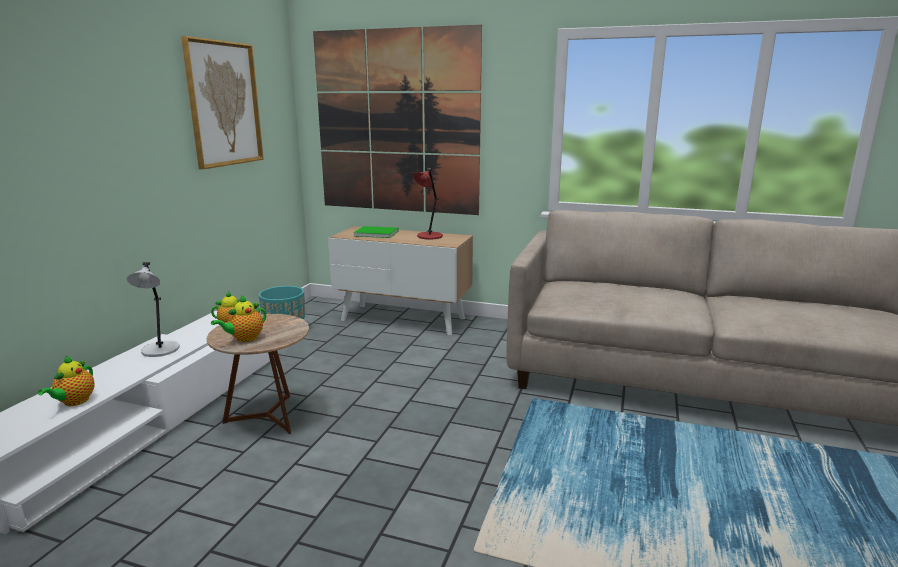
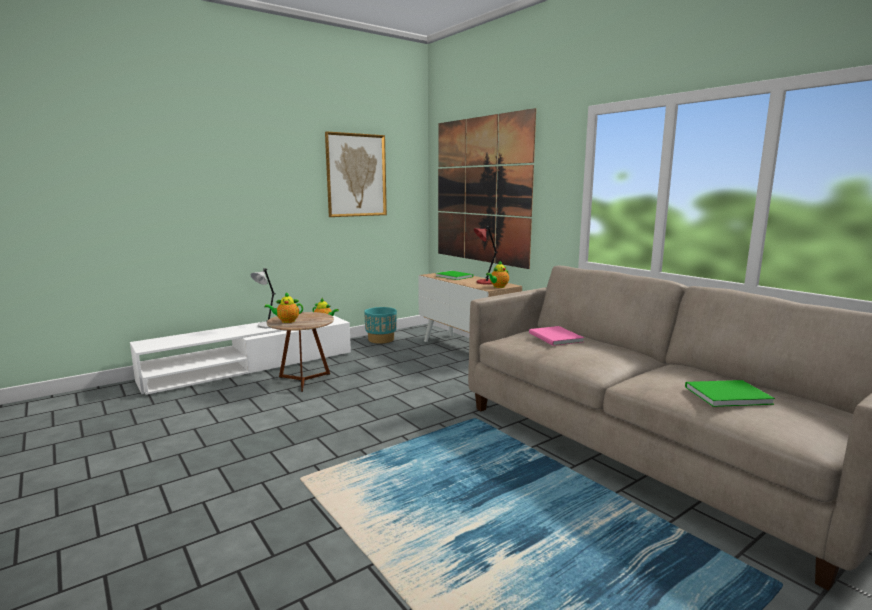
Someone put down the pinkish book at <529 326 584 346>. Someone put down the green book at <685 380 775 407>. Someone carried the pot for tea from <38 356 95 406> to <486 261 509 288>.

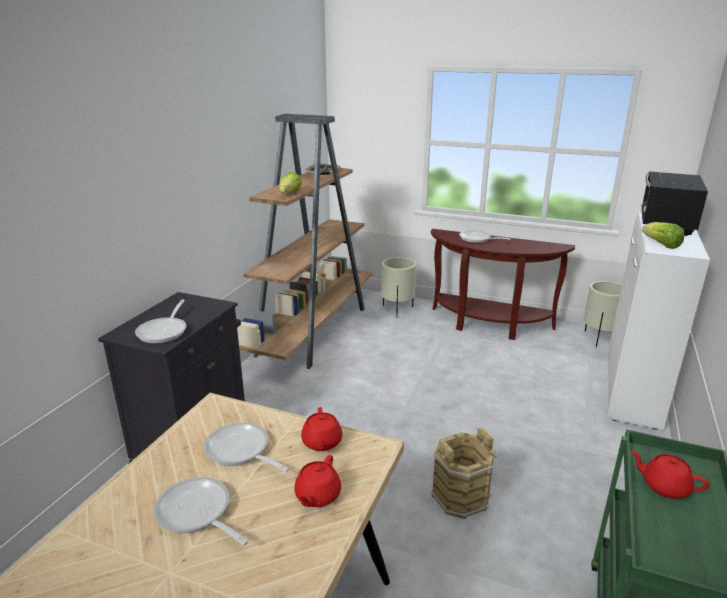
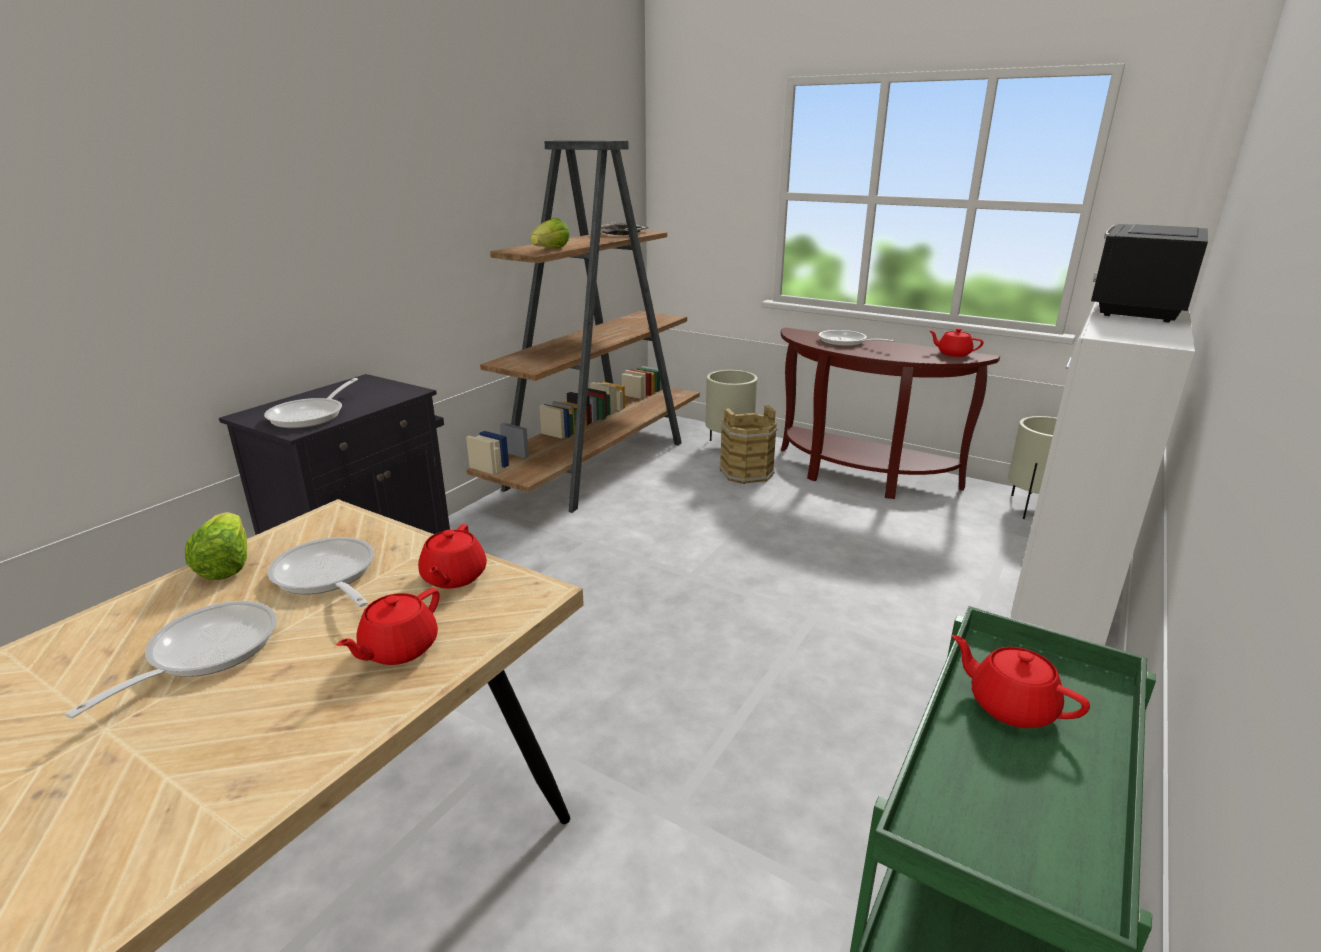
Someone put down the red pot for tea at <929 328 983 357>. Someone carried the brownish water bucket from <431 427 496 519> to <719 405 778 484>. Someone carried the lettuce head from <642 222 684 249> to <185 512 247 580>. Someone rotated the frying pan at <154 477 249 546> by 60 degrees clockwise.

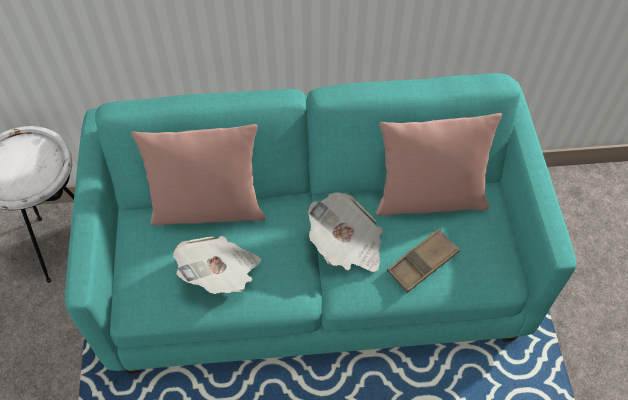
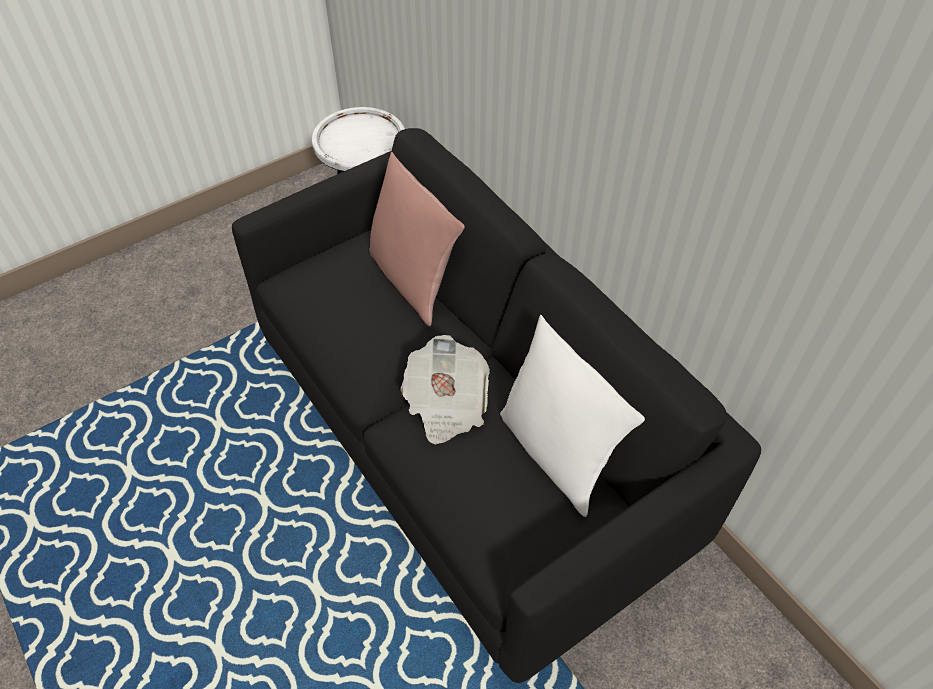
Someone took away the printed paper at <173 236 261 294>. Someone took away the brownish tray at <387 229 460 293>. Someone repainted the turquoise-coloured couch at <65 73 576 374>, which became the black couch at <232 128 761 683>. Someone repainted the pinkish cushion at <376 113 502 216>, which became the white cushion at <500 315 645 517>.

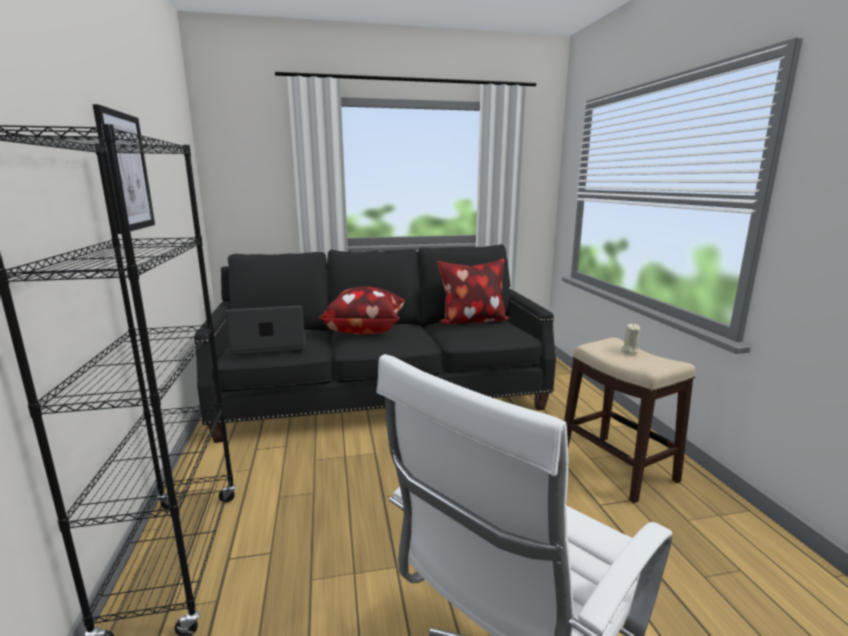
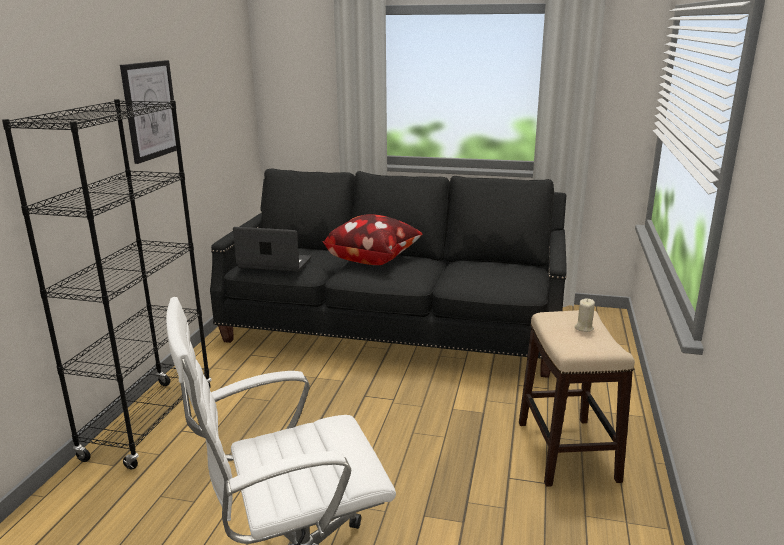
Someone took away the cushion at <437 259 510 324>.

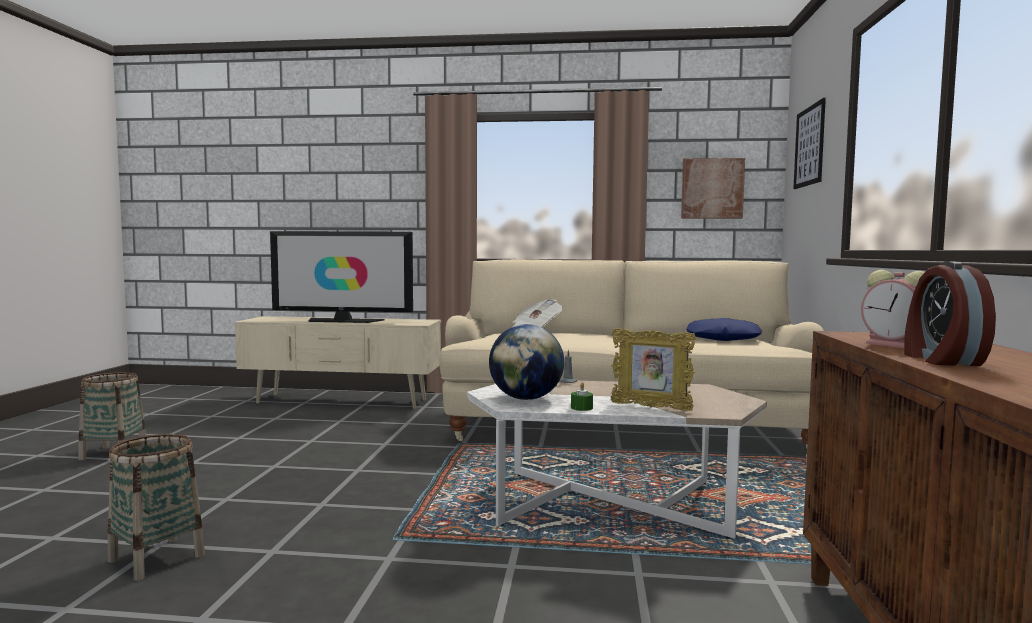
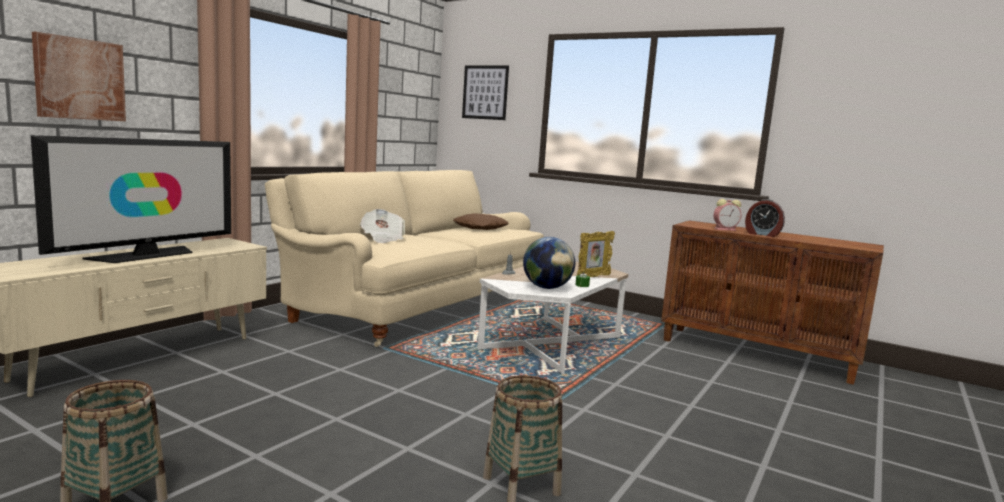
Someone carried the picture from <681 158 745 219> to <32 32 126 121>. Someone repainted the blue-coloured cushion at <686 318 762 341>, which became the brownish cushion at <453 213 508 230>.

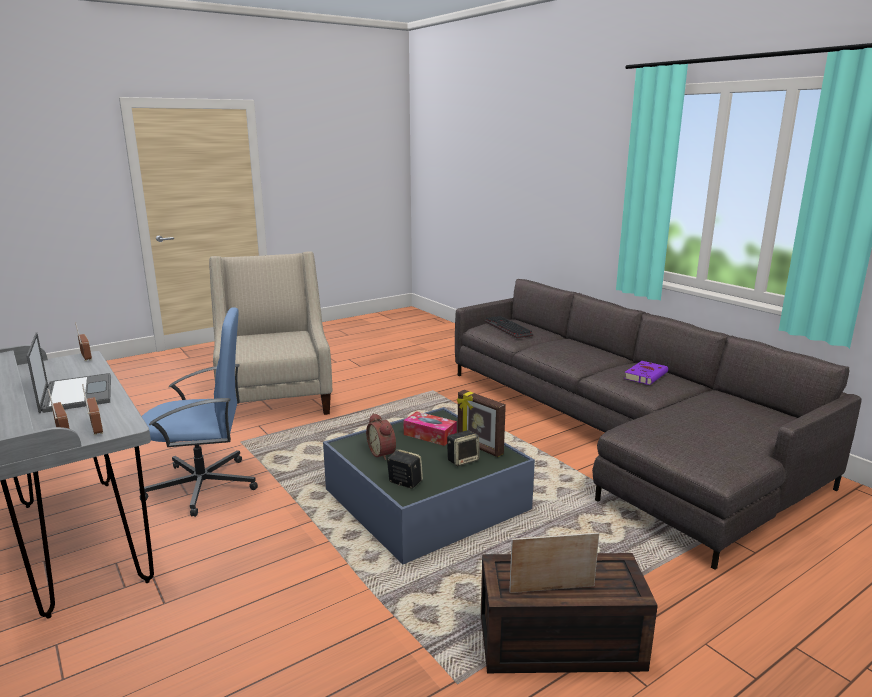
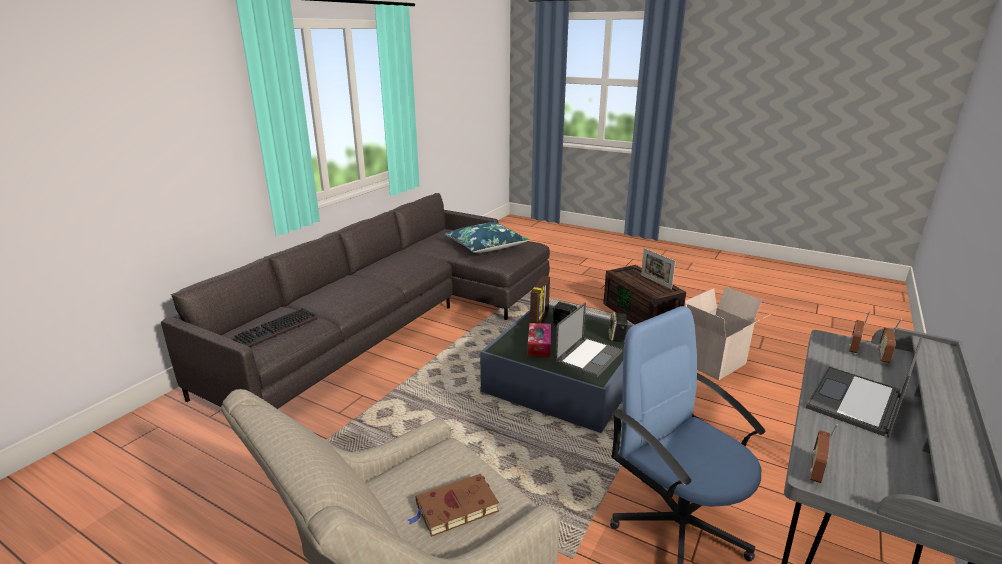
Someone took away the purple book at <624 361 668 385>. Someone put down the brownish book at <408 474 499 537>. Someone put down the blue-coloured cushion at <445 222 529 253>. Someone put down the cardboard box at <685 287 771 380>. Someone swapped the alarm clock at <366 413 396 460> for the notebook computer at <555 302 623 378>.

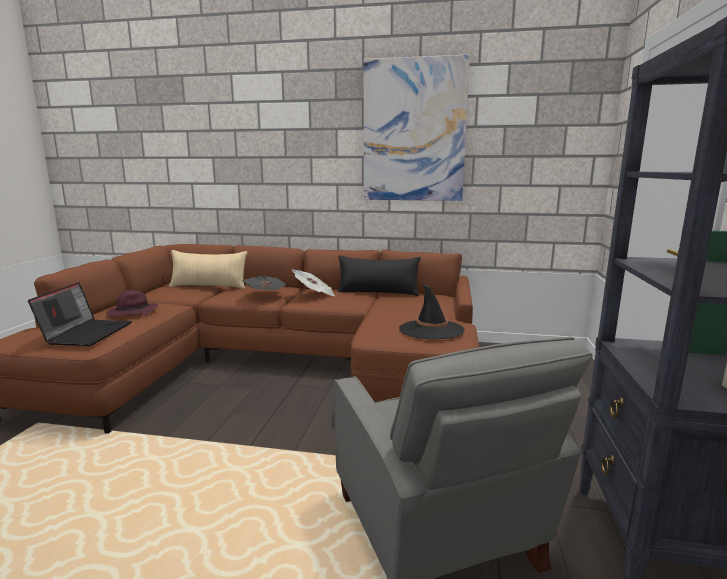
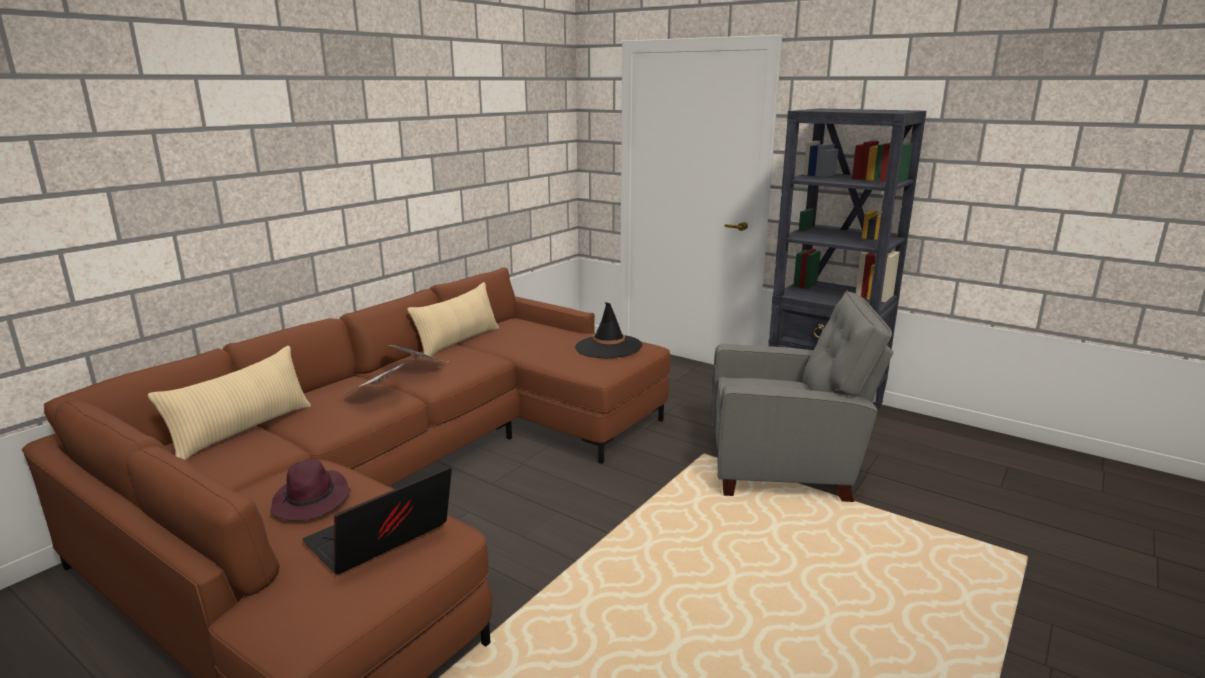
Someone took away the picture at <364 54 470 201>. Someone repainted the black cushion at <337 255 421 296>, which became the sand-coloured cushion at <407 282 499 358>. Someone rotated the notebook computer at <28 282 132 346> by 75 degrees counterclockwise.

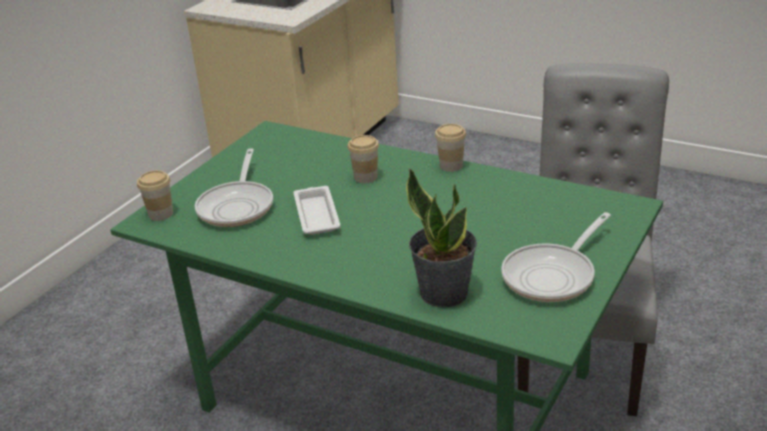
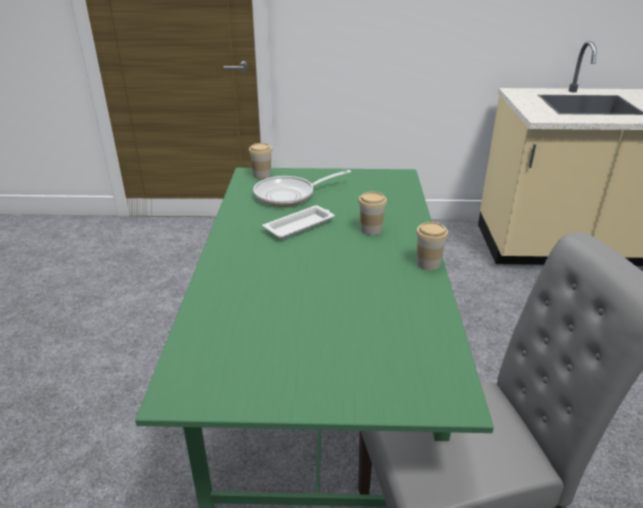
Someone took away the potted plant at <406 168 477 308>. Someone took away the frying pan at <501 212 611 302>.

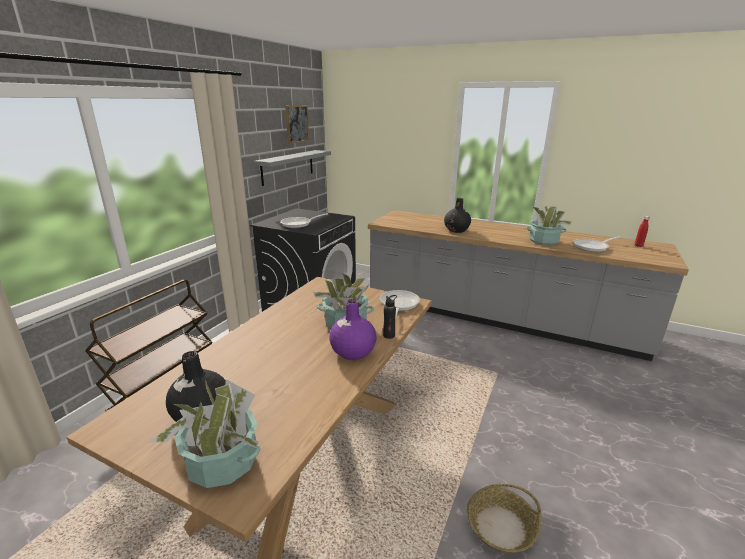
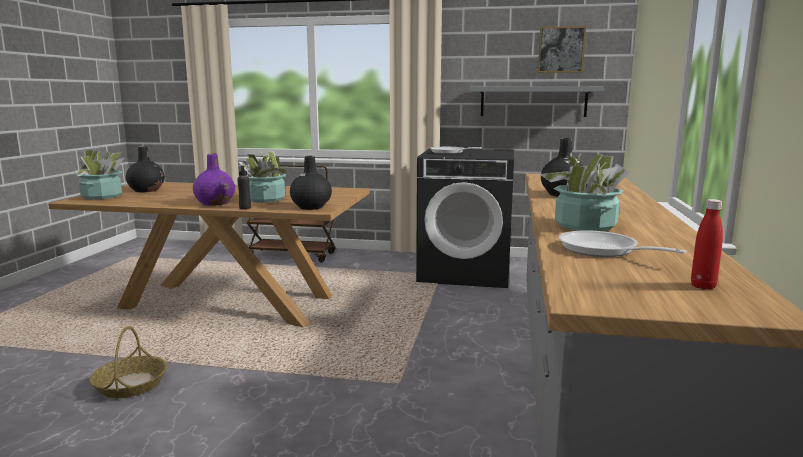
Someone swapped the frying pan at <380 290 420 319> for the black flower vase at <290 156 332 210>.

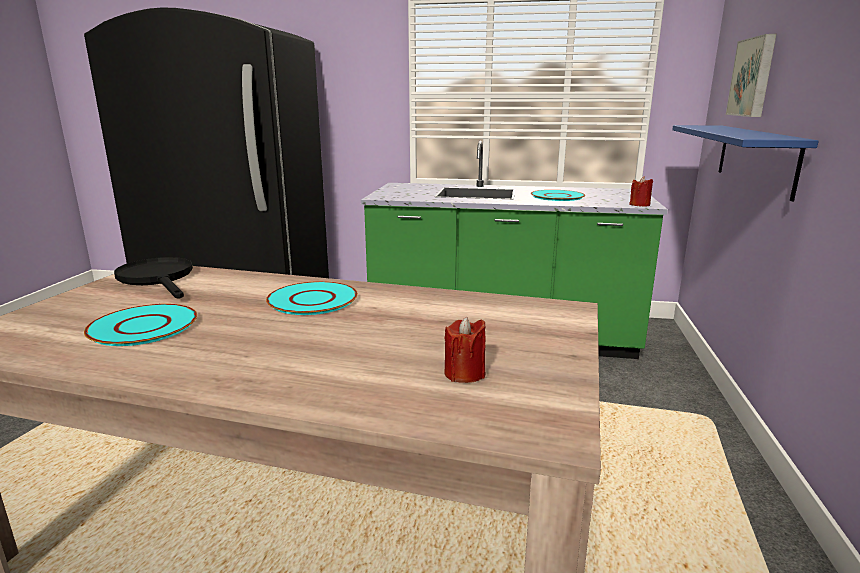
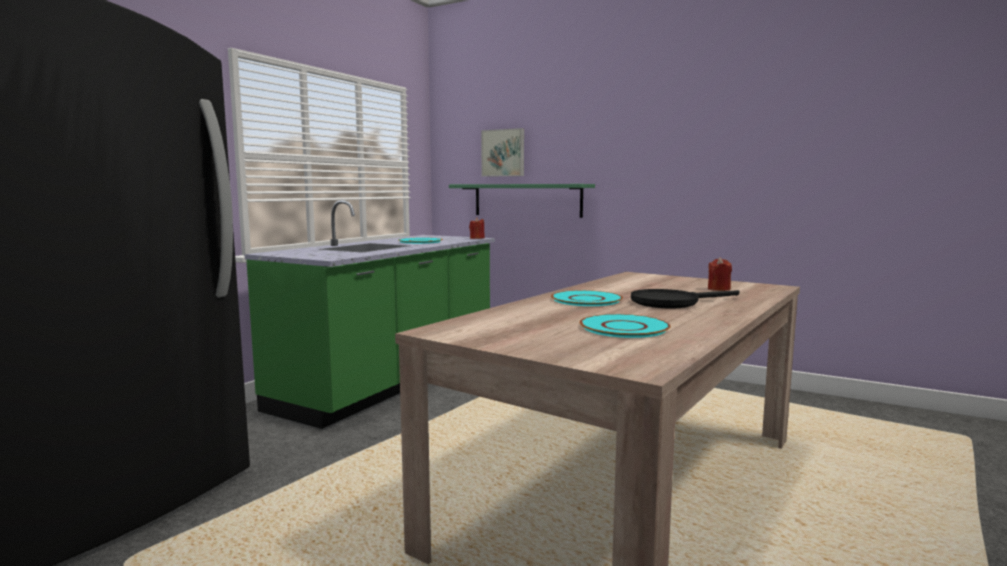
Someone carried the black frying pan from <114 257 193 299> to <631 289 739 309>. Someone repainted the blue-coloured wall shelf at <672 125 819 201>, which became the green wall shelf at <449 184 595 218>.

